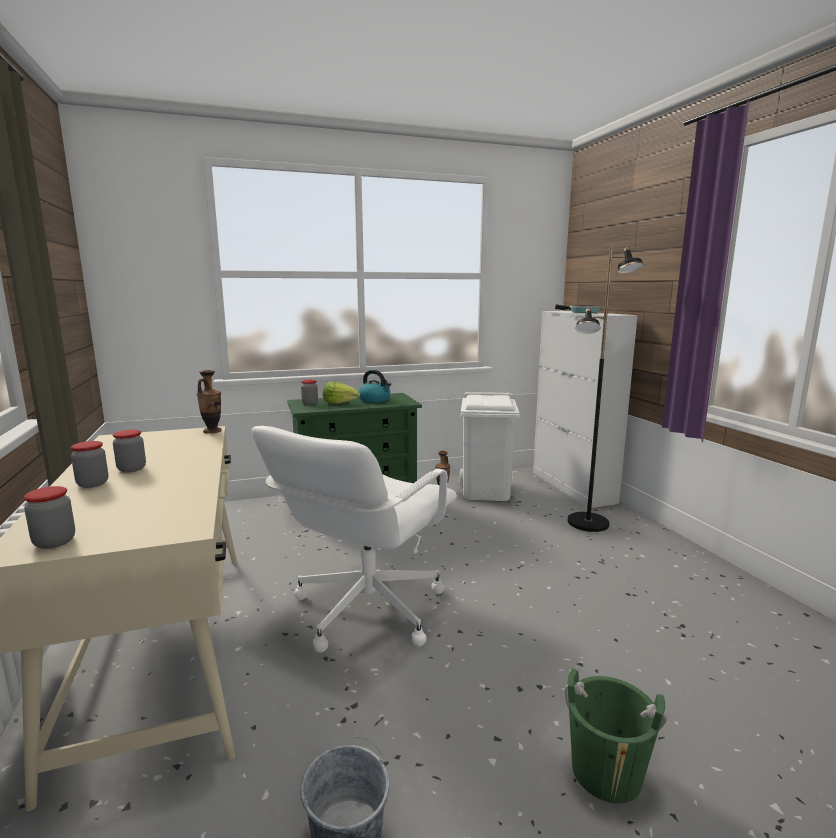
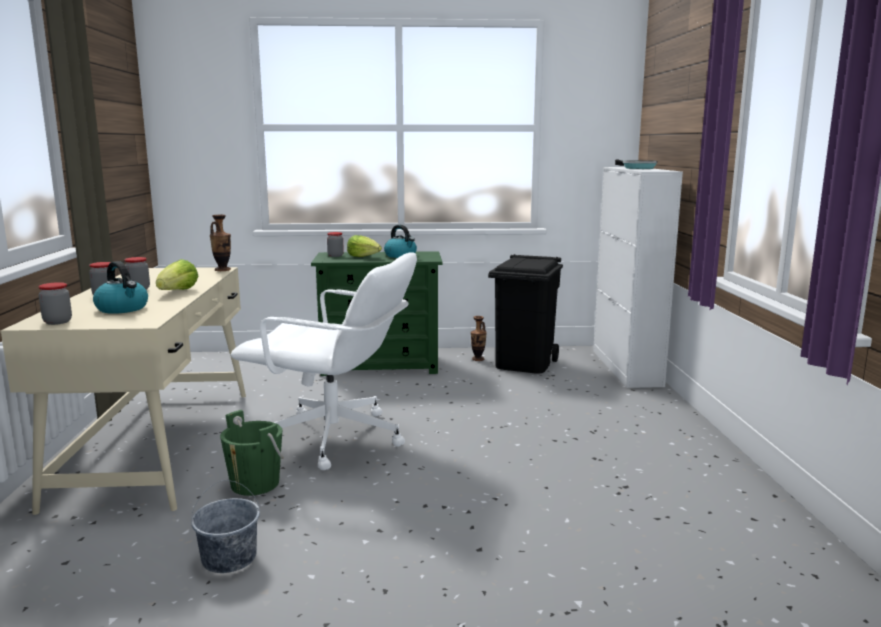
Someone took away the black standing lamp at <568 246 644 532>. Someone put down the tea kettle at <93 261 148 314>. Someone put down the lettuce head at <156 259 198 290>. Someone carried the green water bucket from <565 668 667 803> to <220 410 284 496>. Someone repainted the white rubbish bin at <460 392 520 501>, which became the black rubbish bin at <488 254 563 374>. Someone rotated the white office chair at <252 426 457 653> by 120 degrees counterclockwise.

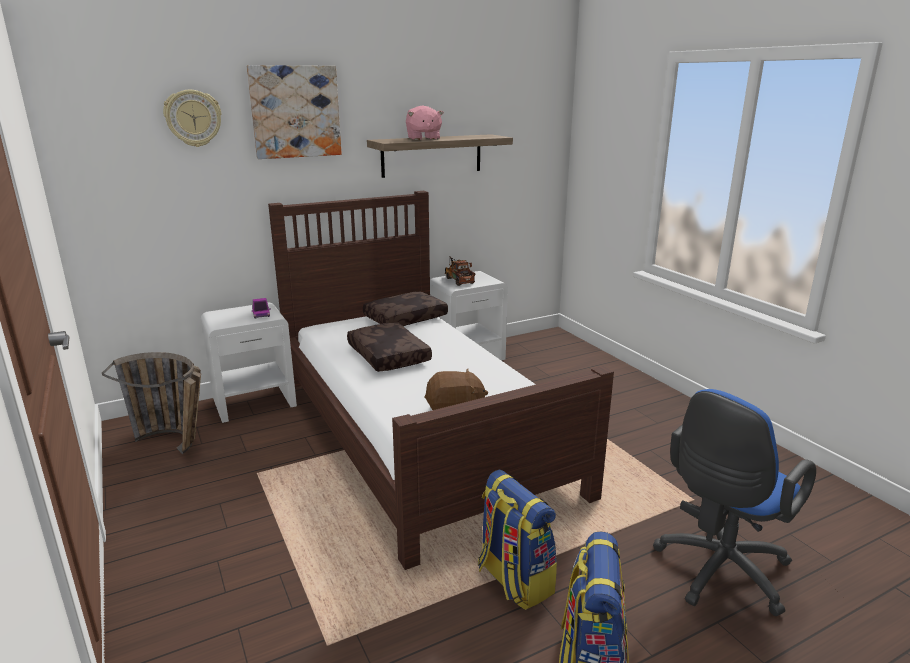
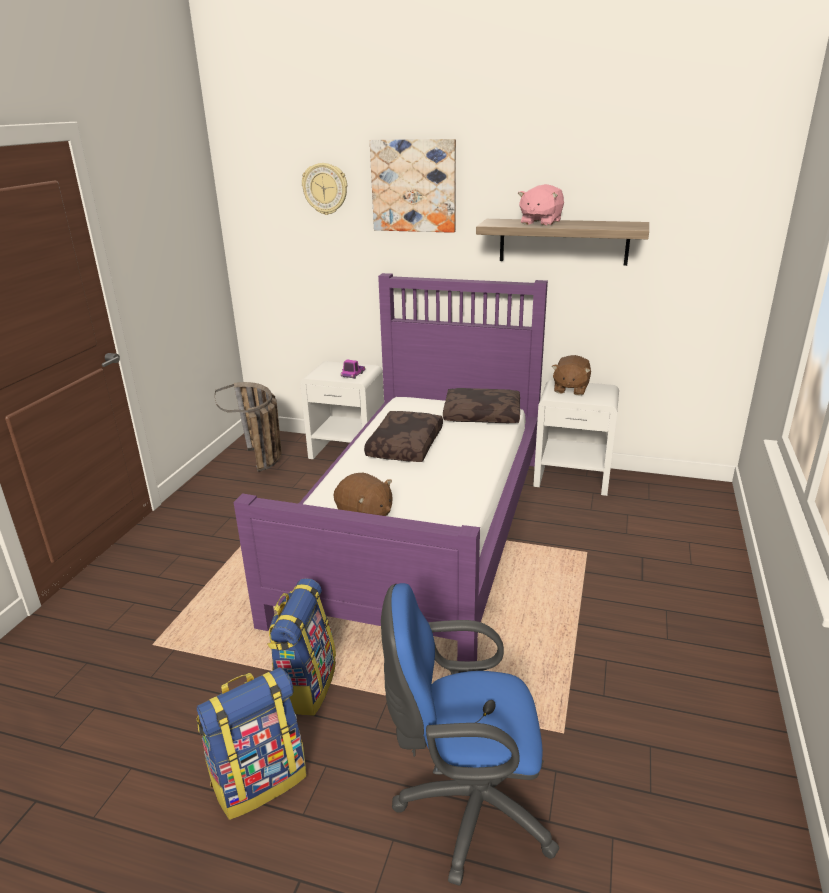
Someone swapped the toy lorry at <445 257 476 286> for the brownish plush toy at <552 355 591 396>. Someone repainted the brownish bedroom bed at <268 191 614 570>, which became the purple bedroom bed at <234 273 548 661>.

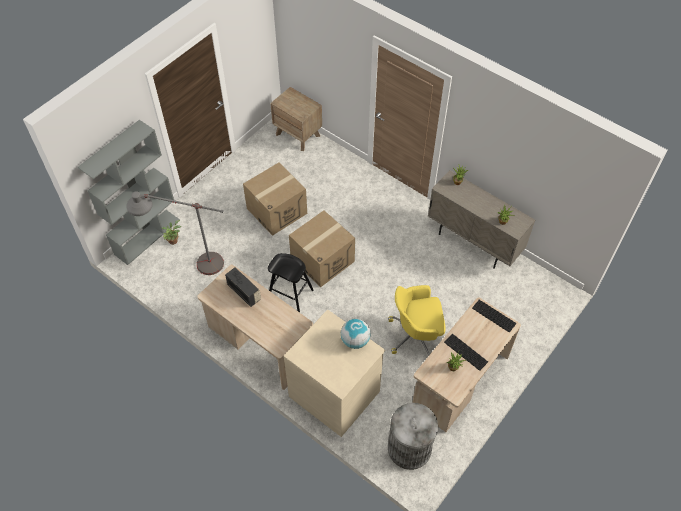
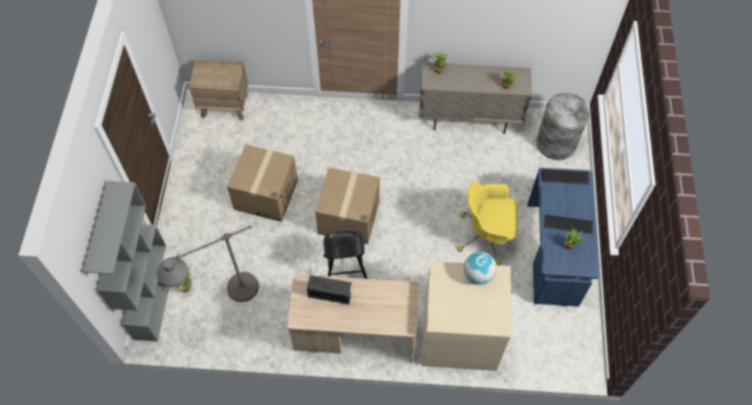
Someone carried the grey rubbish bin from <388 403 438 470> to <536 93 590 160>. Someone repainted the sand-coloured desk table at <412 297 521 432>, which became the blue-coloured desk table at <527 168 600 307>. Someone rotated the yellow office chair at <388 285 446 355> by 45 degrees clockwise.

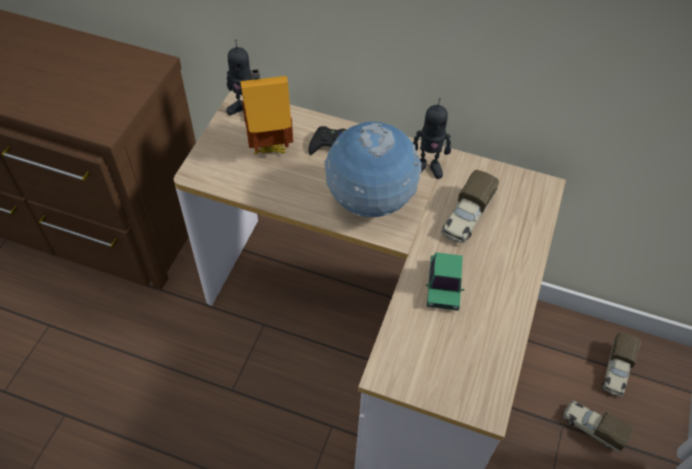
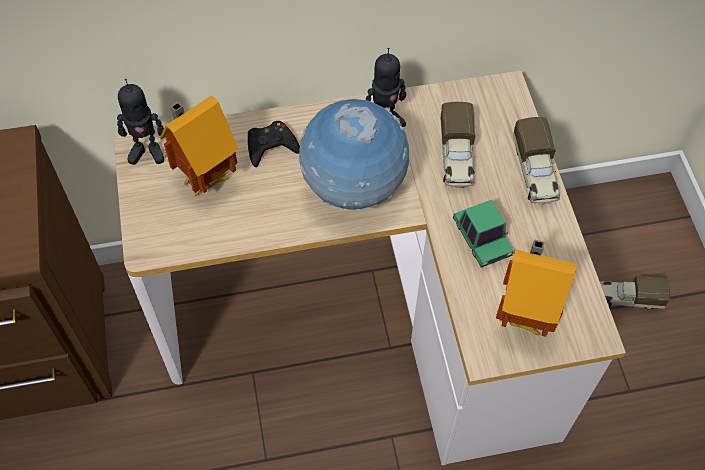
Someone put down the toy house at <496 239 577 337>. Someone carried the toy lorry from <602 332 641 396> to <513 117 560 204>.

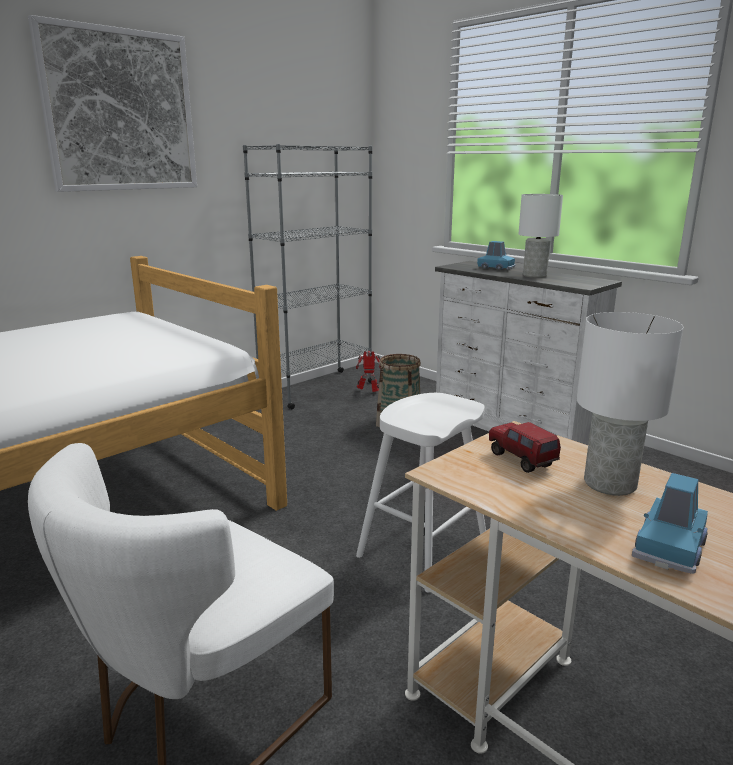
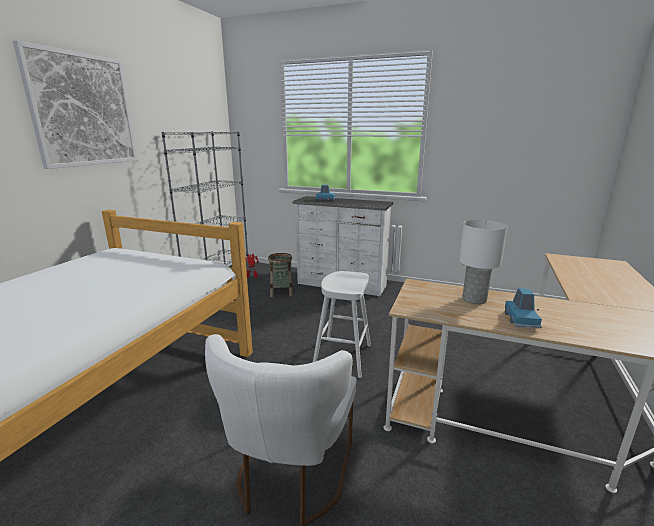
Someone took away the toy lorry at <489 422 561 473>. Someone took away the white table lamp at <519 194 563 278>.

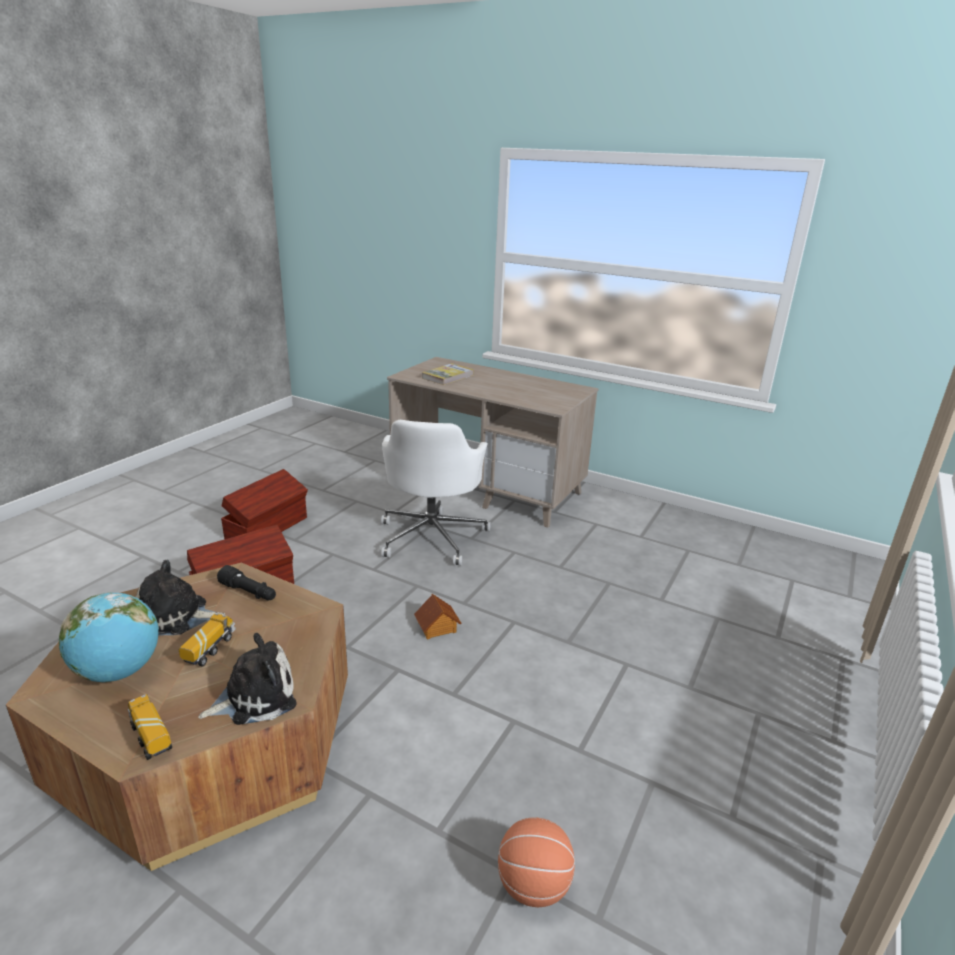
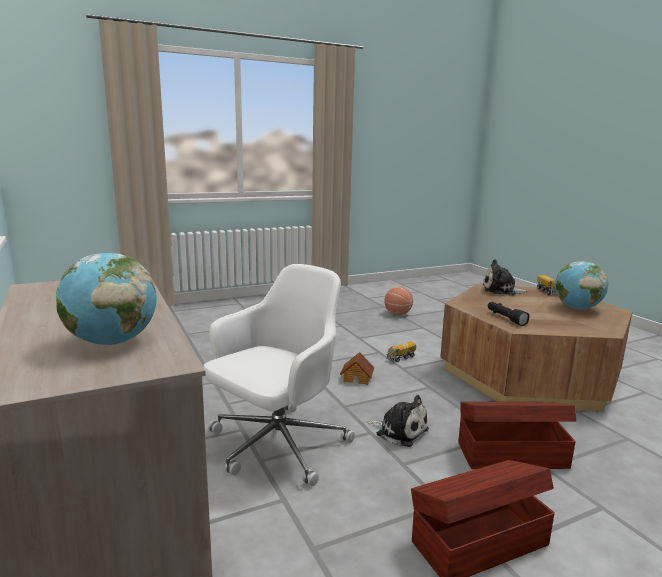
Someone carried the plush toy from <135 560 225 635> to <367 395 429 447>. Someone carried the toy lorry from <178 613 236 666> to <386 341 416 362>. Someone swapped the book at <422 363 474 385> for the globe at <56 253 157 345>.

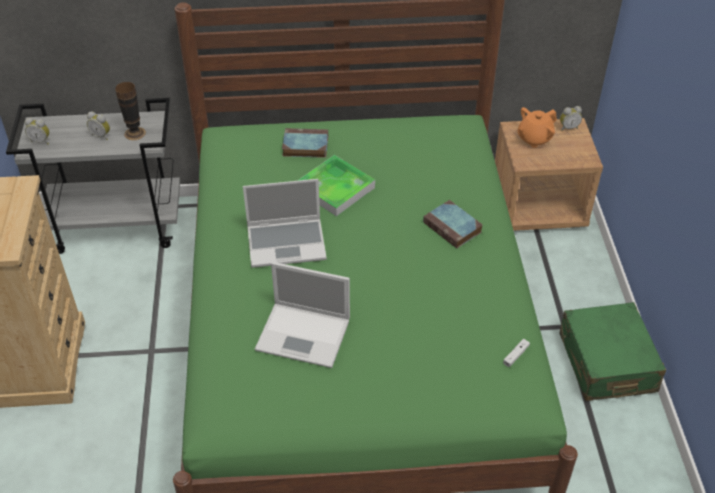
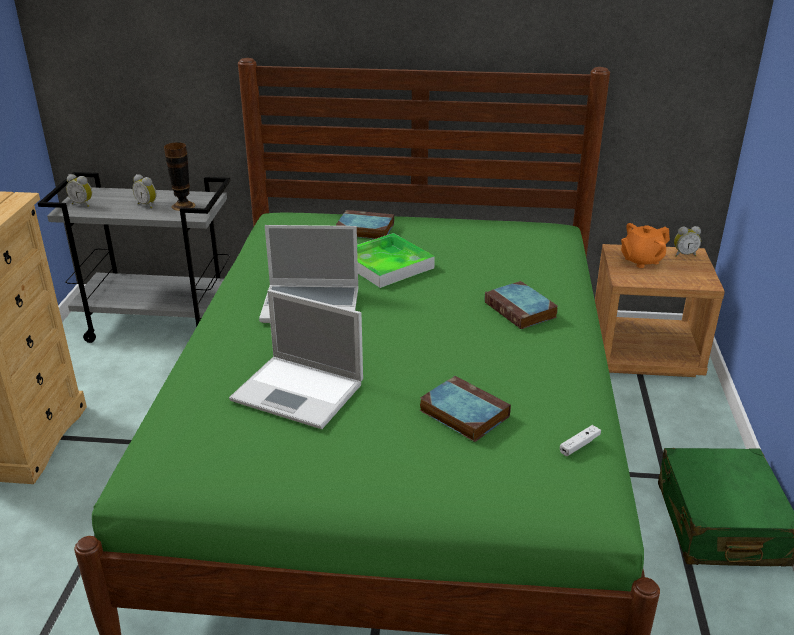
Someone put down the book at <419 376 511 442>.

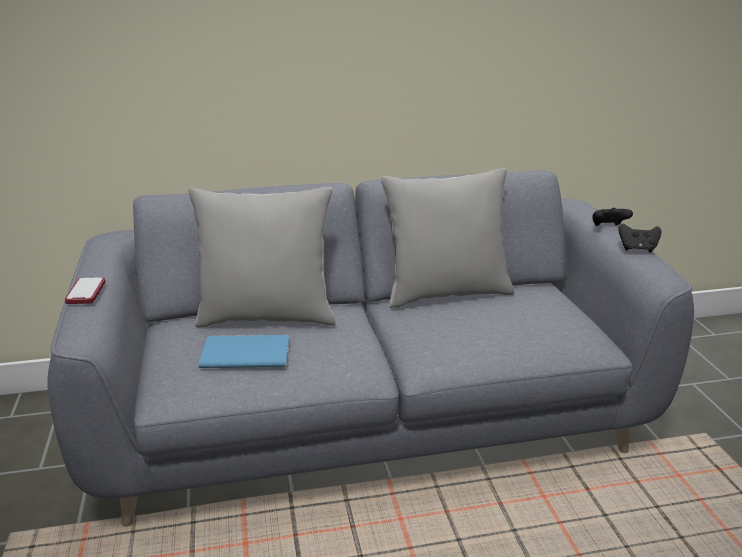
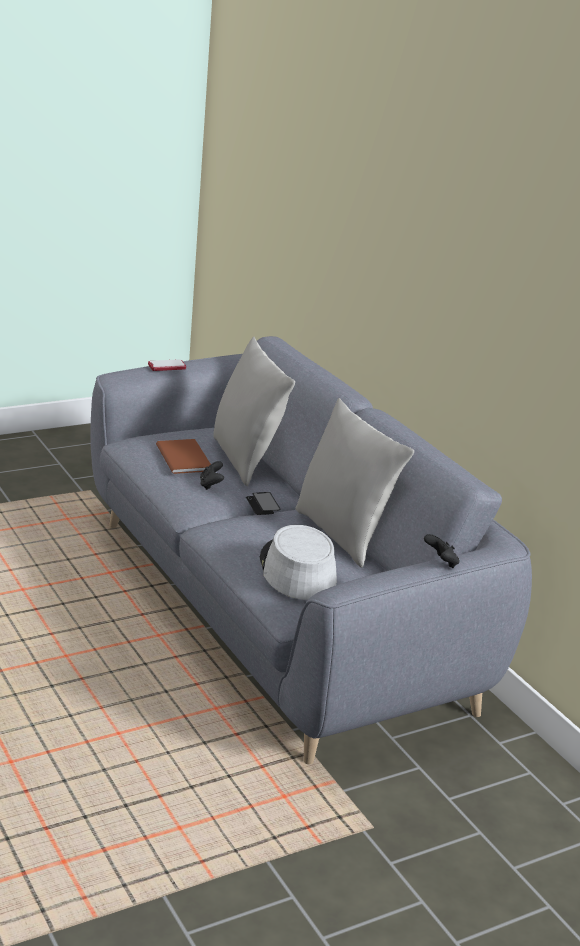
Someone put down the phone at <246 492 281 515>. Someone put down the grey clothing hat at <260 525 337 600>. Someone carried the black game controller from <618 224 661 252> to <200 461 224 490>. Someone repainted the blue-coloured book at <199 335 289 368>, which became the brownish book at <156 439 211 474>.

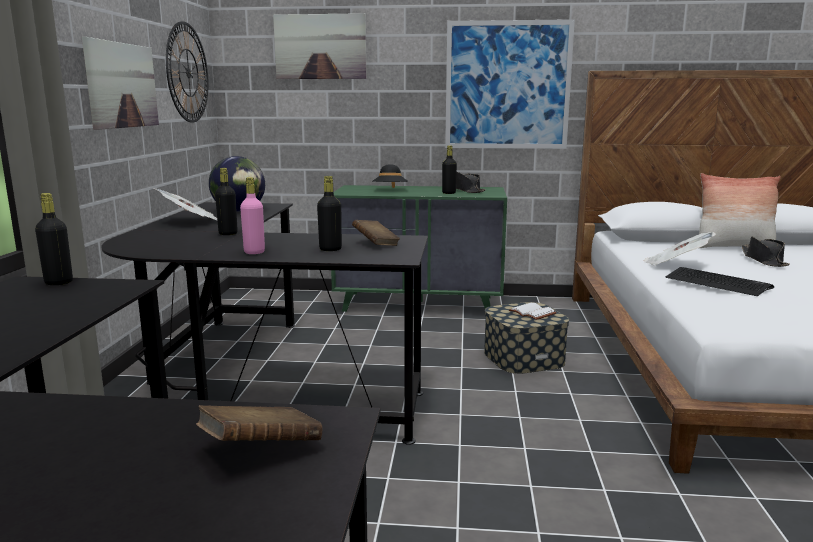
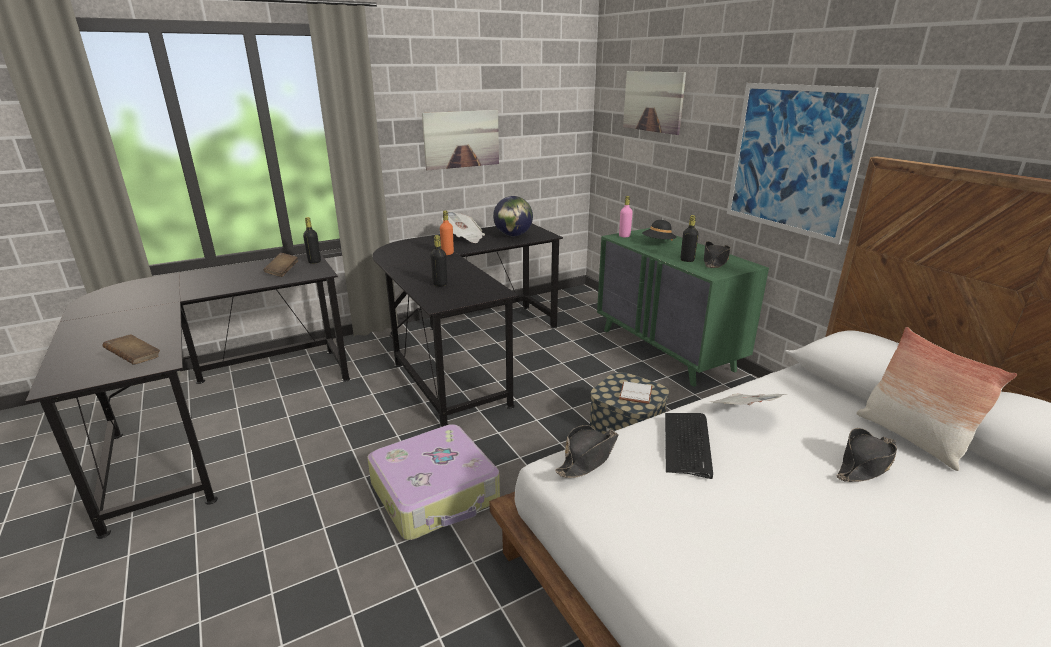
Someone took away the wall clock at <166 21 209 123>. Someone put down the piece of luggage at <367 424 500 540>. Someone put down the black clothing hat at <555 425 619 478>. Someone carried the pinkish drink bottle from <240 177 265 254> to <619 196 633 237>. Someone carried the brownish book from <352 220 400 246> to <264 253 298 277>. Someone repainted the black drink bottle at <215 168 238 235>, which became the orangey drink bottle at <440 210 454 255>.

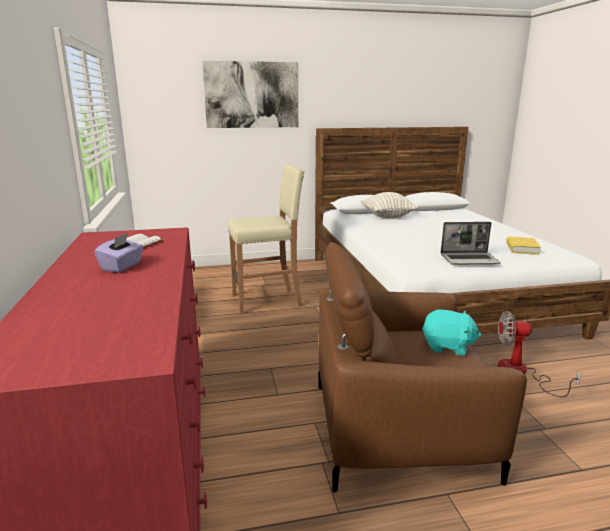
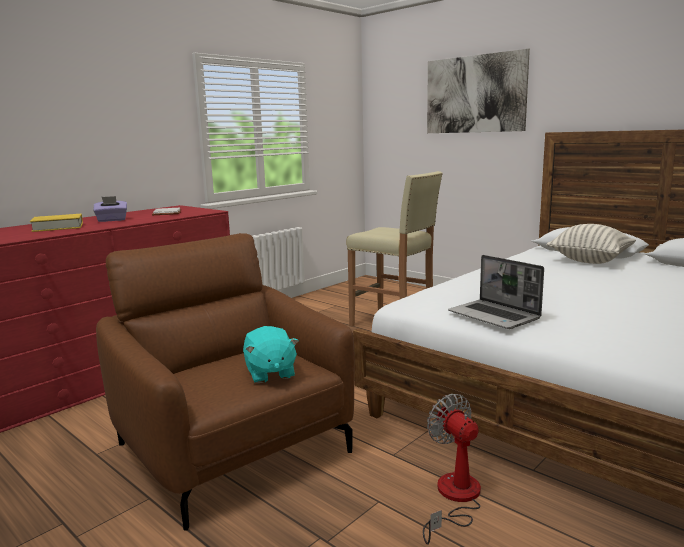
Someone carried the yellow book from <506 237 541 255> to <30 214 83 232>.

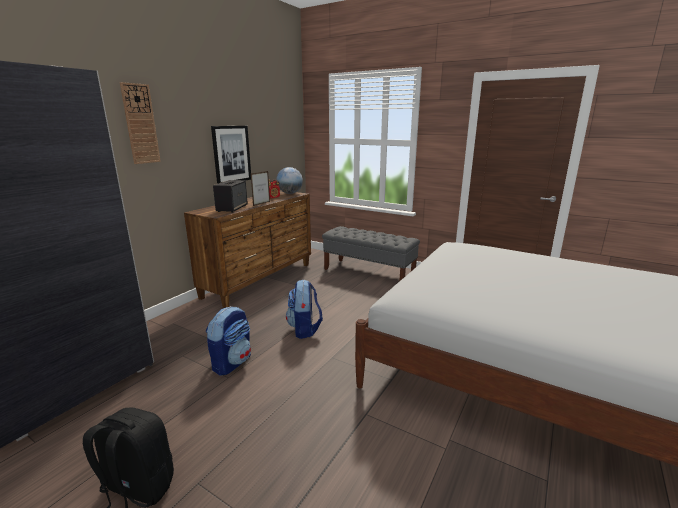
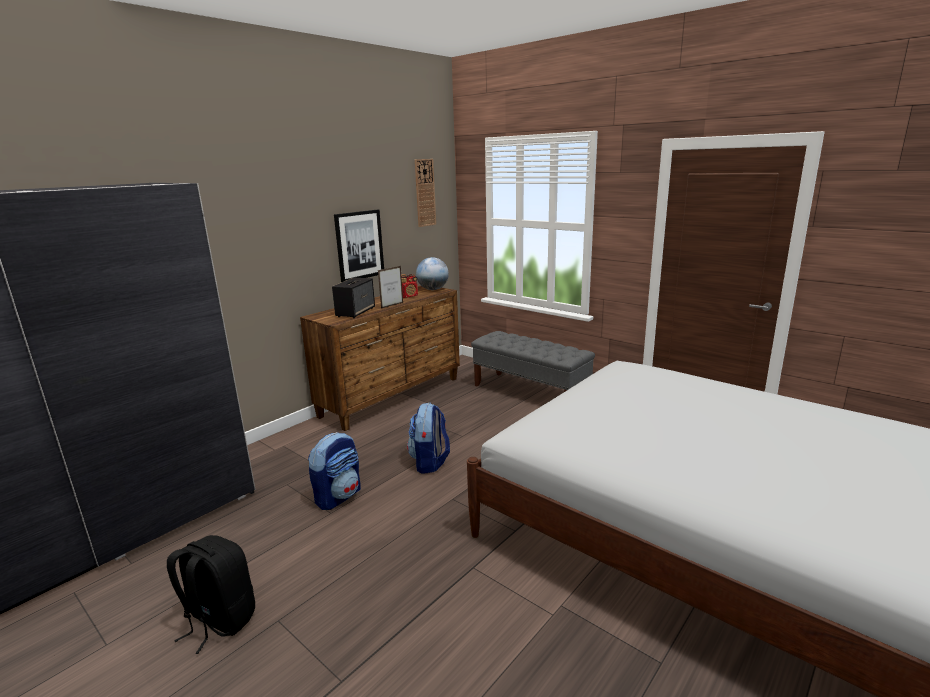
Someone carried the wall clock from <120 82 161 164> to <415 159 436 227>.

